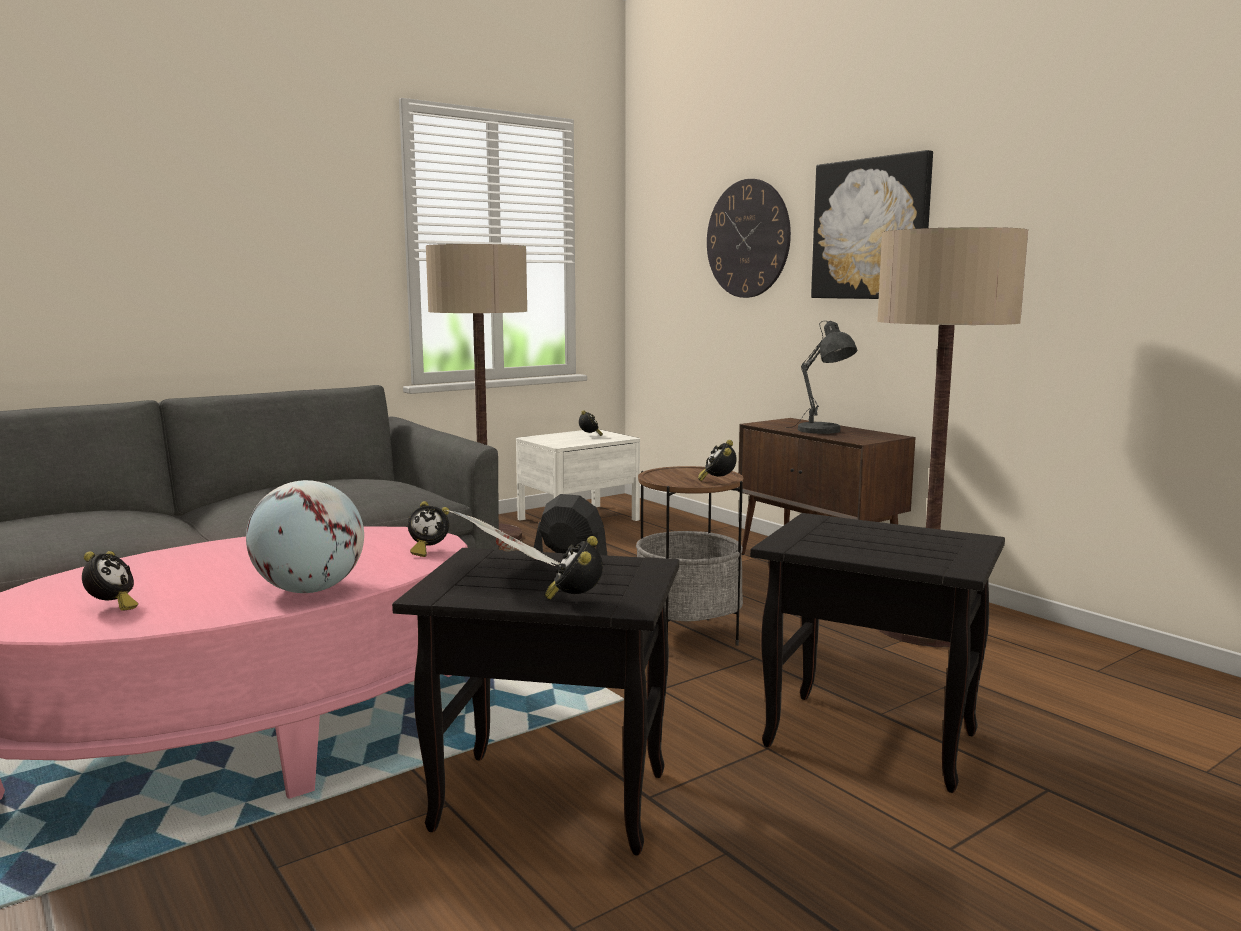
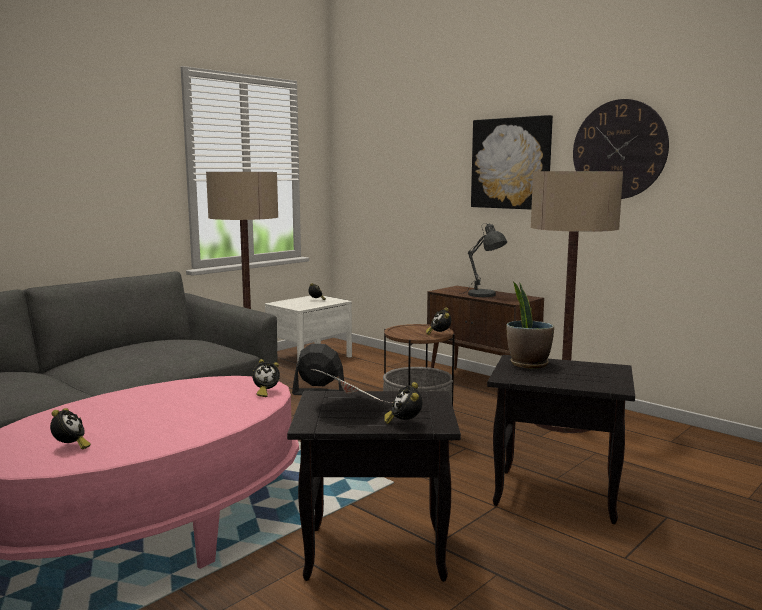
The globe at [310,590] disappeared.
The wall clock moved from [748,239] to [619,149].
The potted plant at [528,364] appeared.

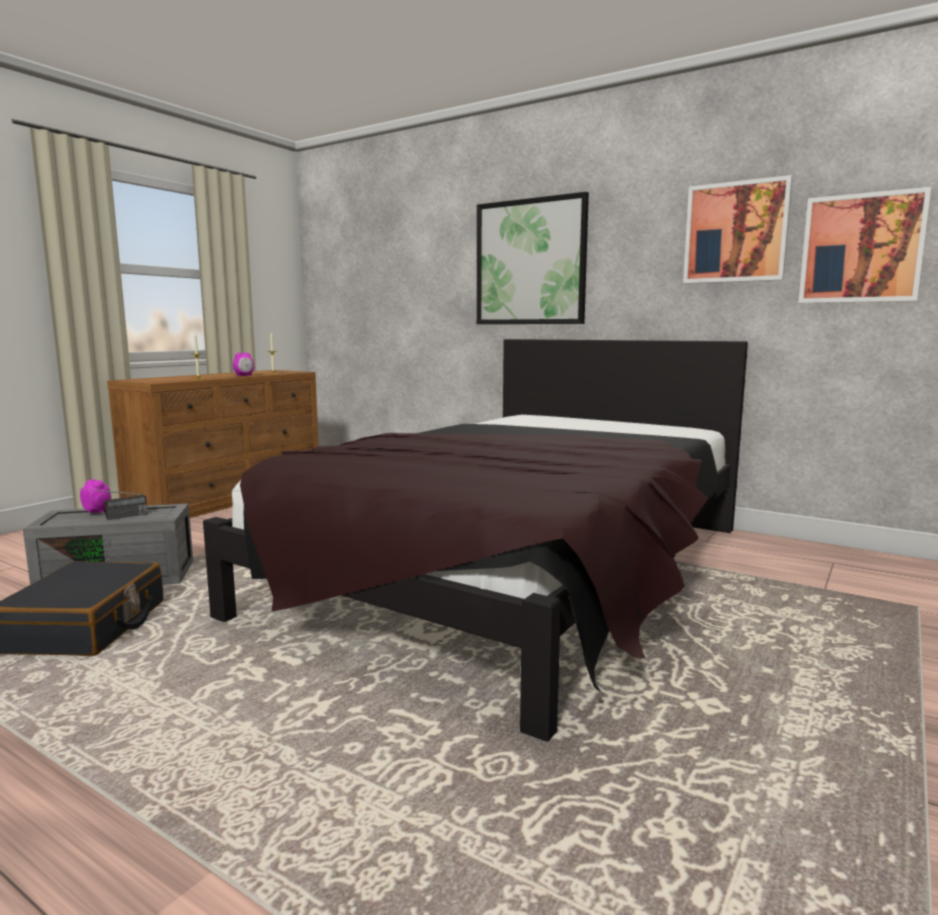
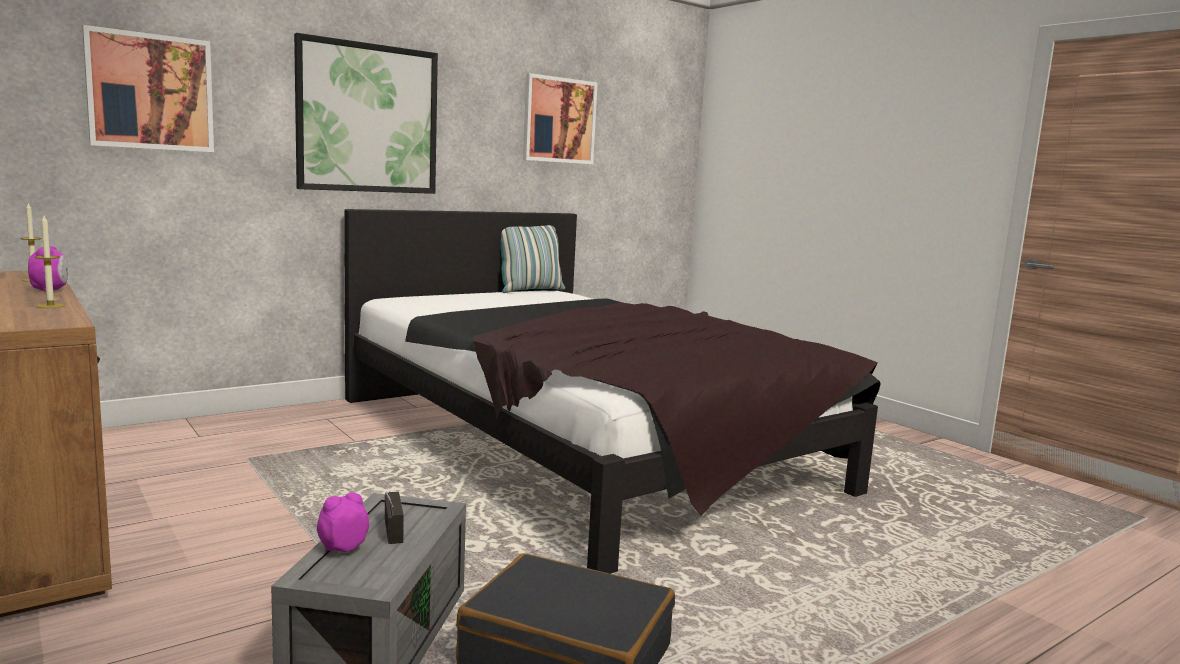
The picture moved from [861,248] to [150,92].
The pillow at [530,290] appeared.

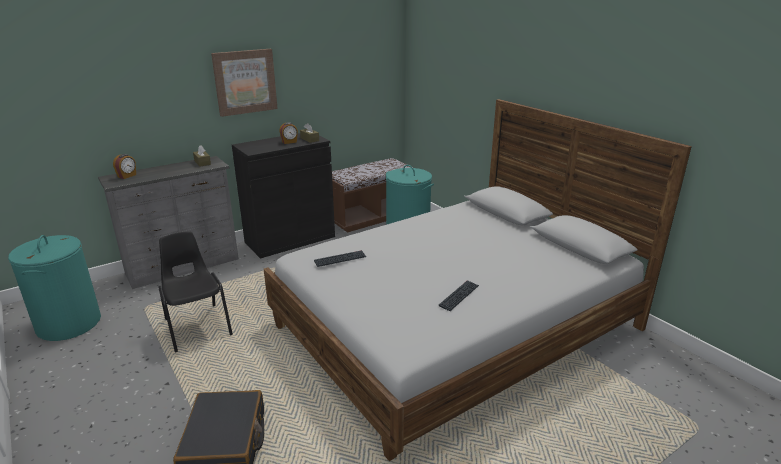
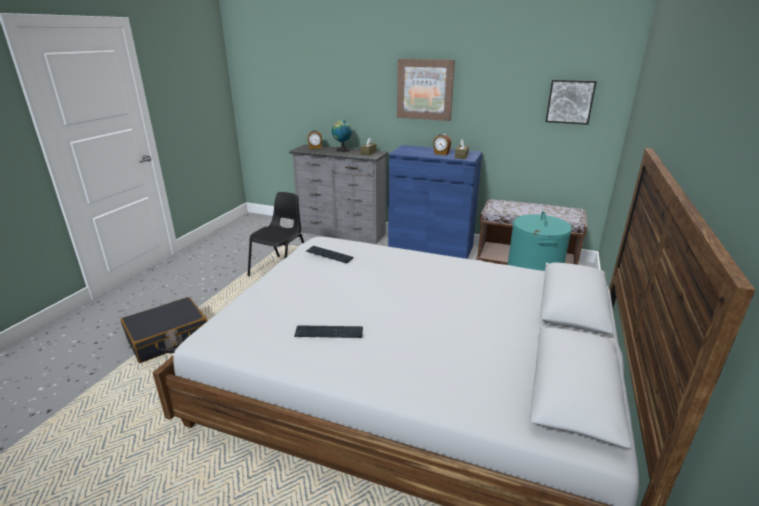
The turquoise laundry basket at [69,323] disappeared.
The black cabinet at [290,239] became the blue cabinet at [430,248].
The globe at [342,150] appeared.
The picture at [570,101] appeared.

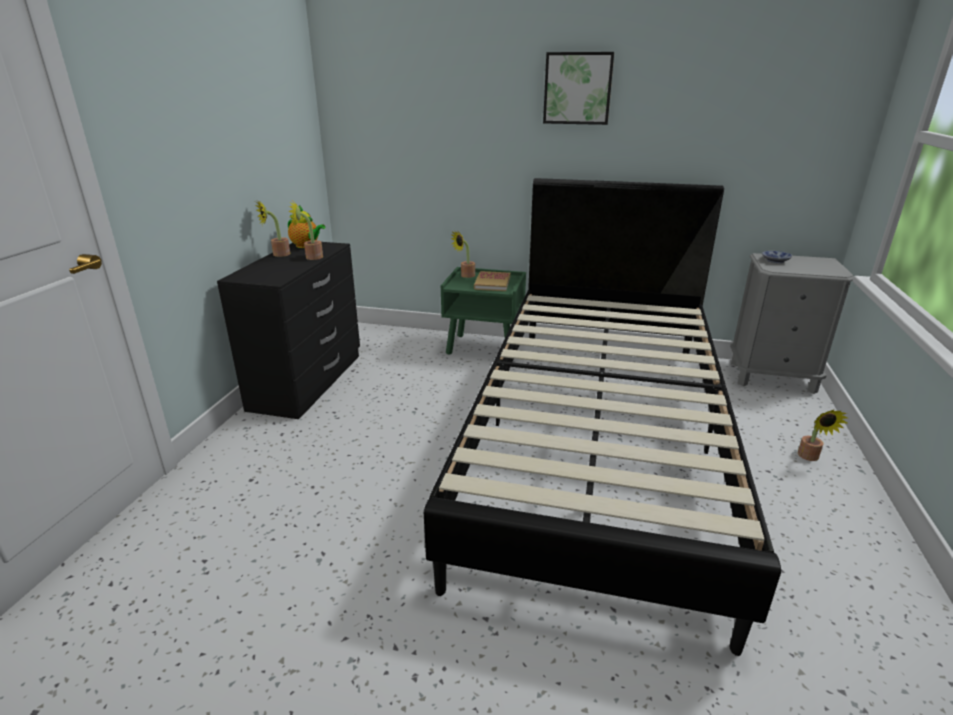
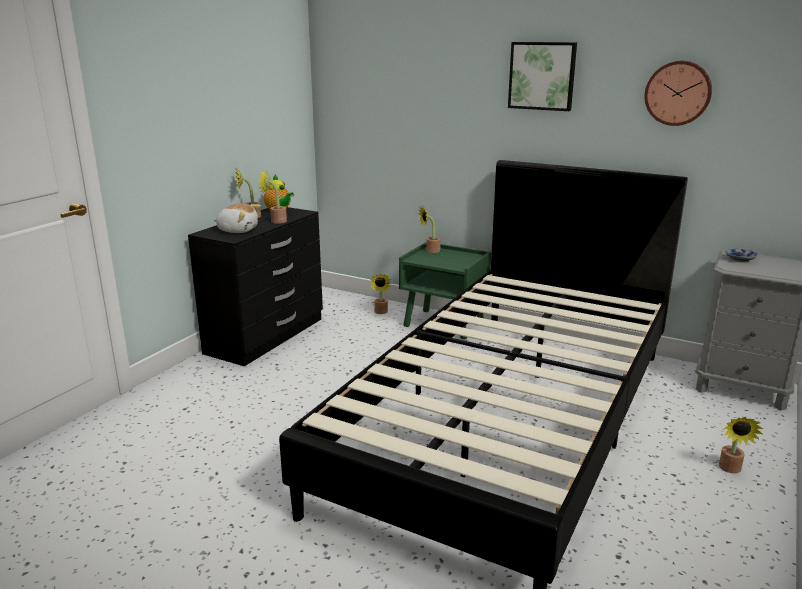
The book at [492,283] disappeared.
The plush toy at [238,230] appeared.
The potted plant at [381,312] appeared.
The wall clock at [678,93] appeared.

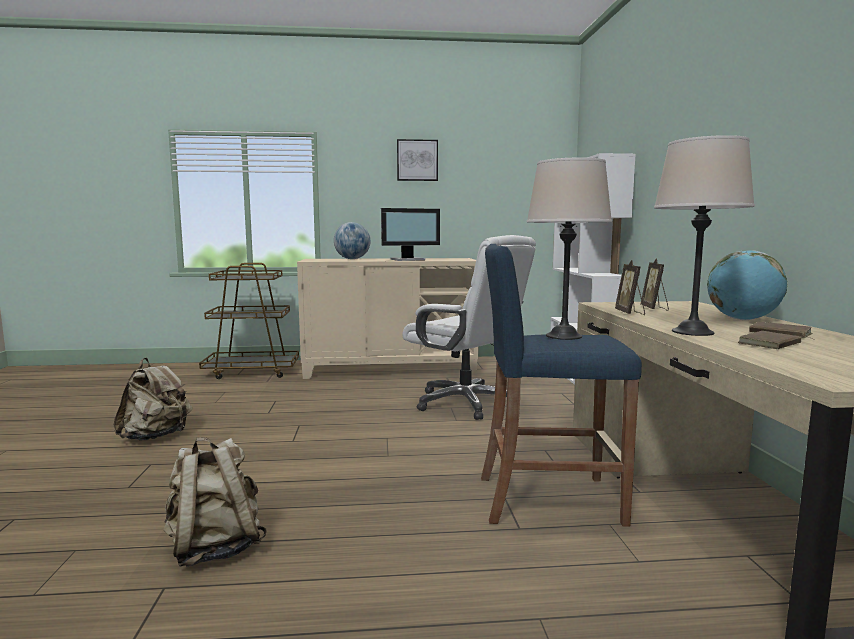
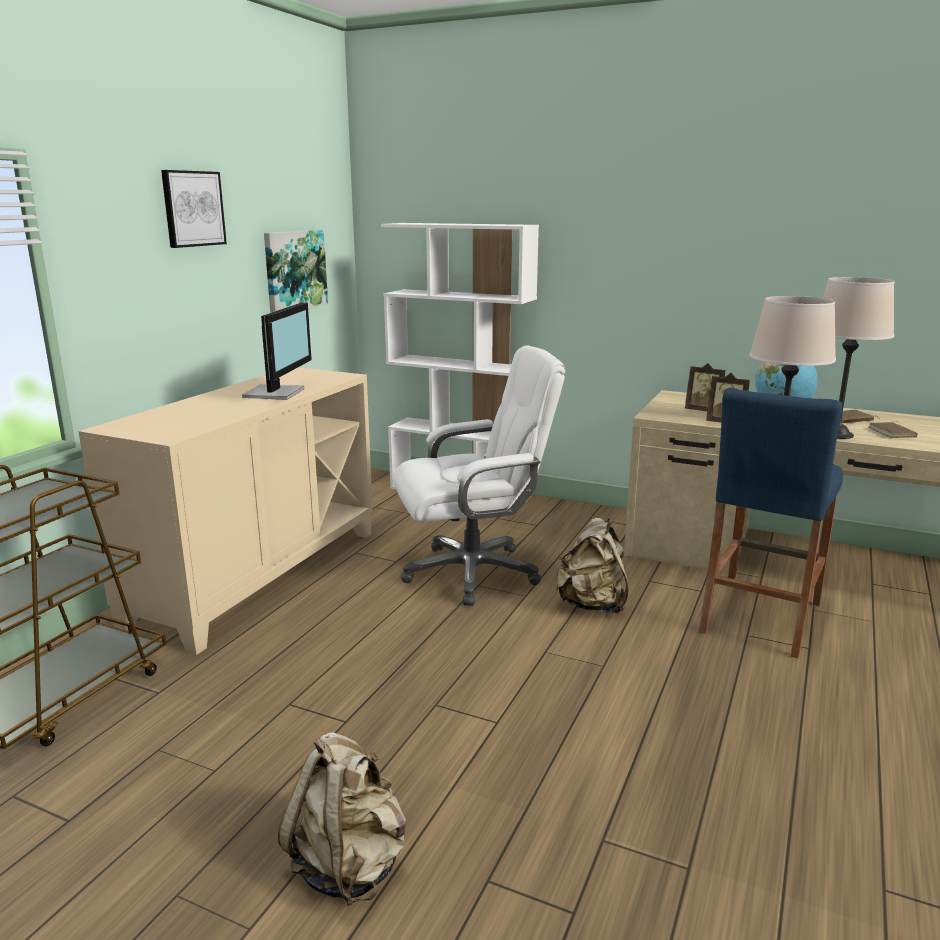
The beige backpack moved from [215,548] to [592,605].
The globe at [352,259] disappeared.
The picture at [294,270] appeared.

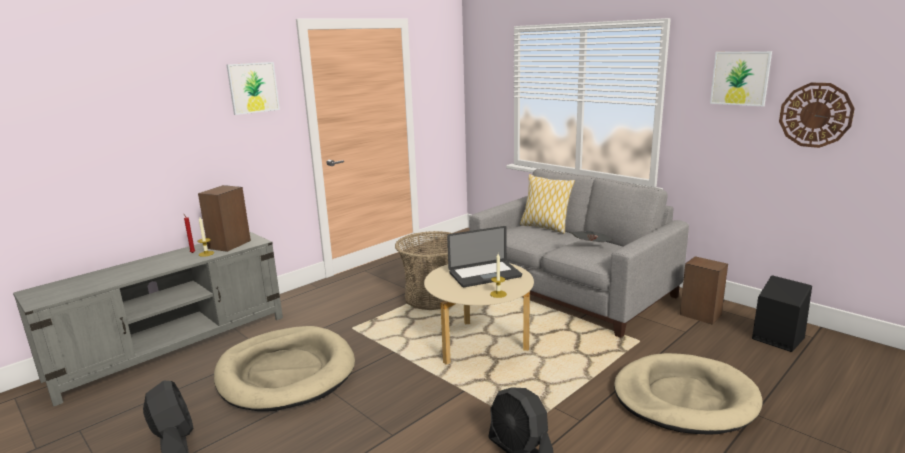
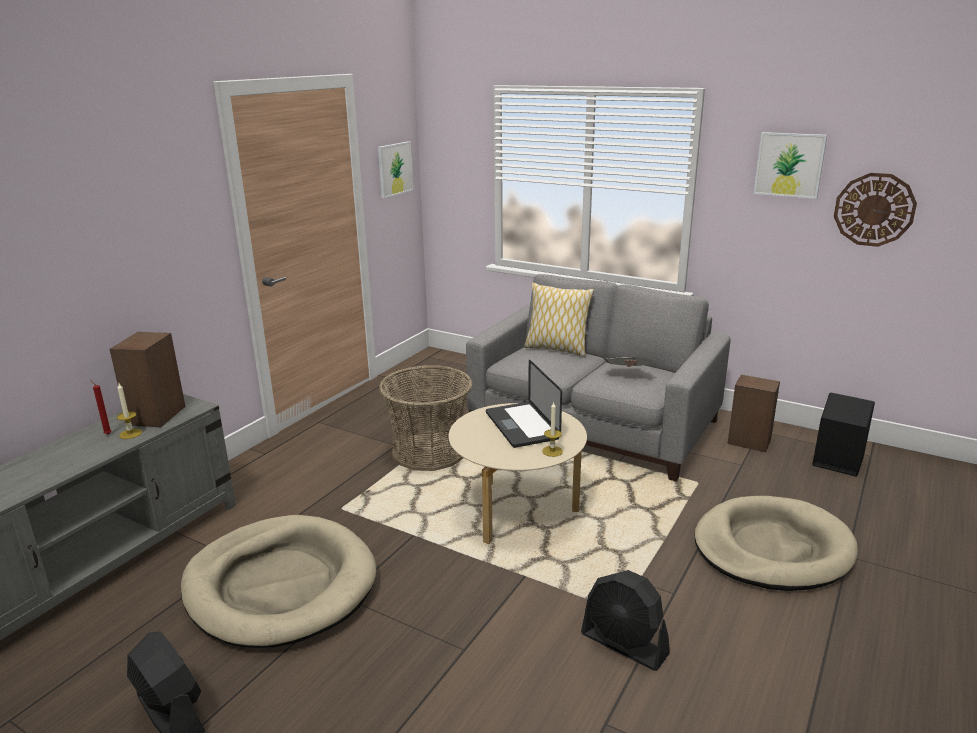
The picture moved from [253,87] to [395,169].
The laptop at [485,275] turned 105 degrees clockwise.

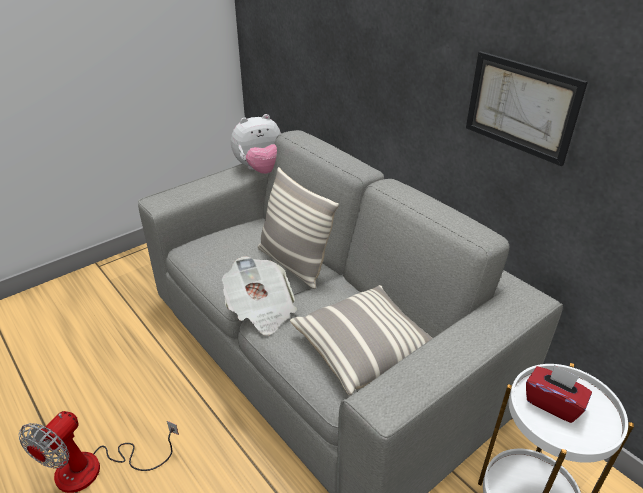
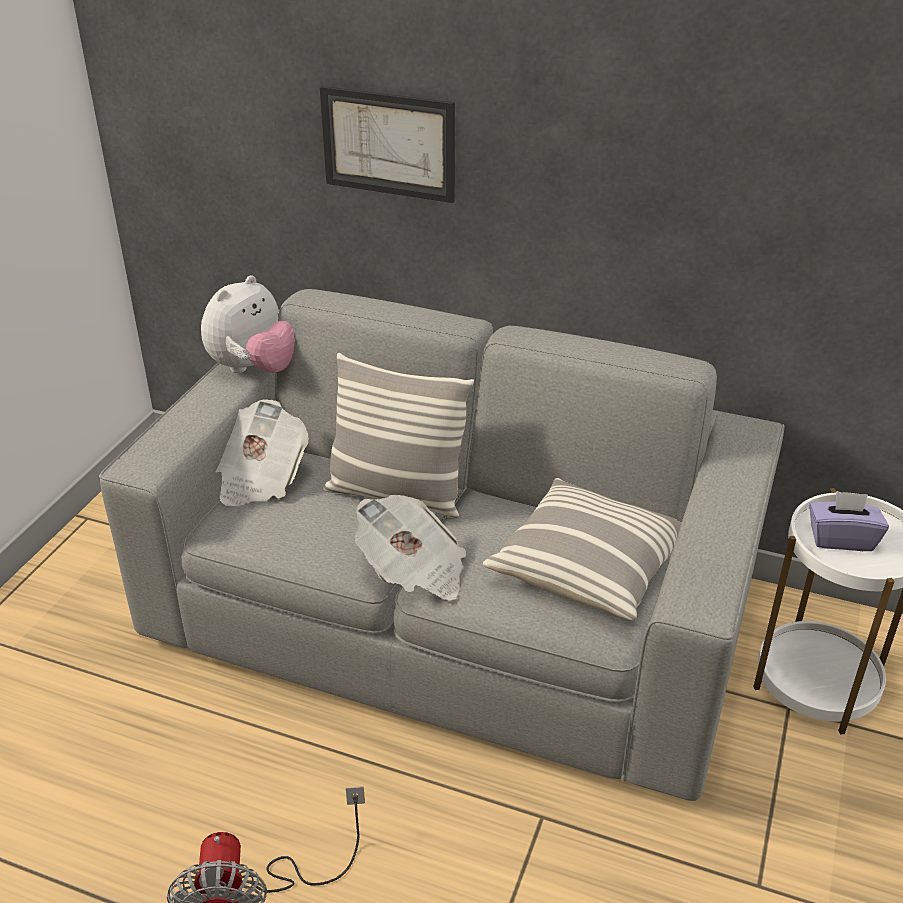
The picture moved from [521,106] to [388,143].
The red tissue box at [553,403] became the purple tissue box at [841,539].
The newspaper at [258,477] appeared.

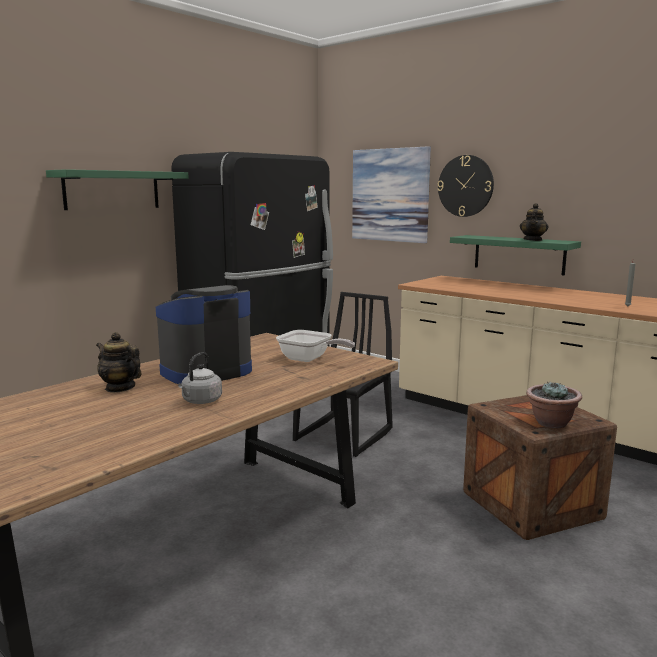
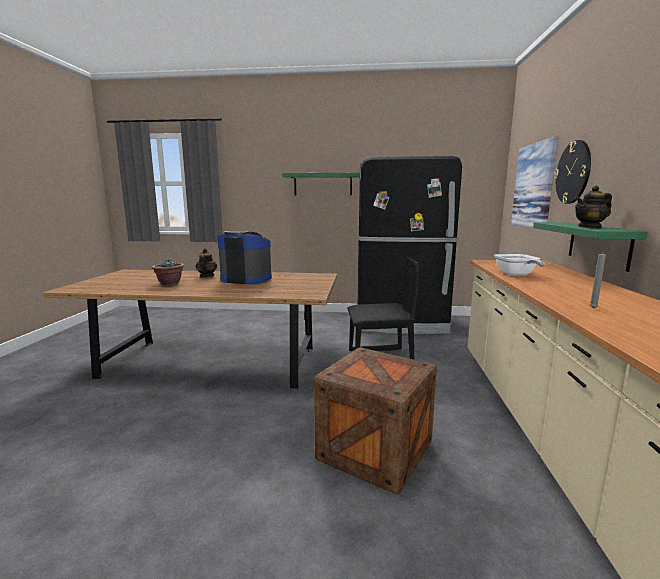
The grey kettle at [200,401] disappeared.
The frying pan moved from [309,359] to [516,274].
The potted plant moved from [551,423] to [169,283].

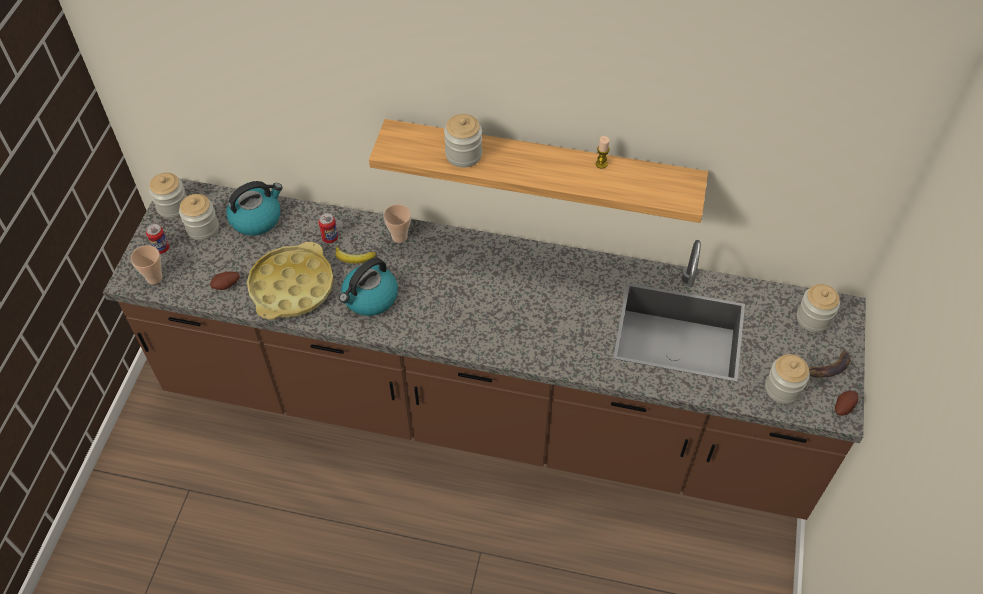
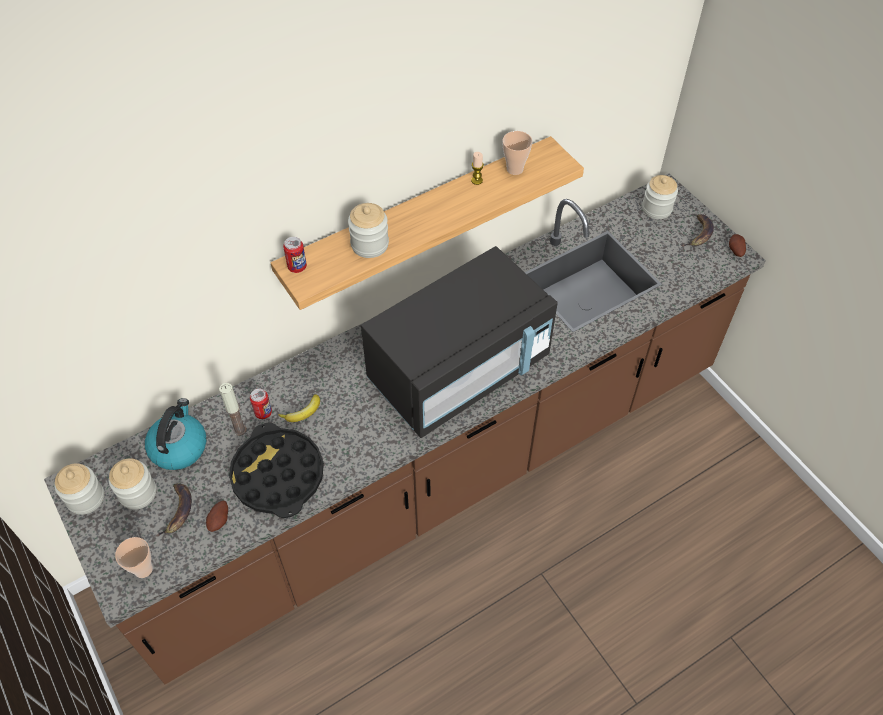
The can moved from [161,248] to [297,267].
The yellow tray at [291,286] became the black tray at [278,475].
The kettle at [370,298] disappeared.
The cup moved from [399,236] to [515,169].
The jar at [782,389] disappeared.
The banana at [178,511] appeared.
The candle at [239,430] appeared.
The black microwave at [459,370] appeared.

